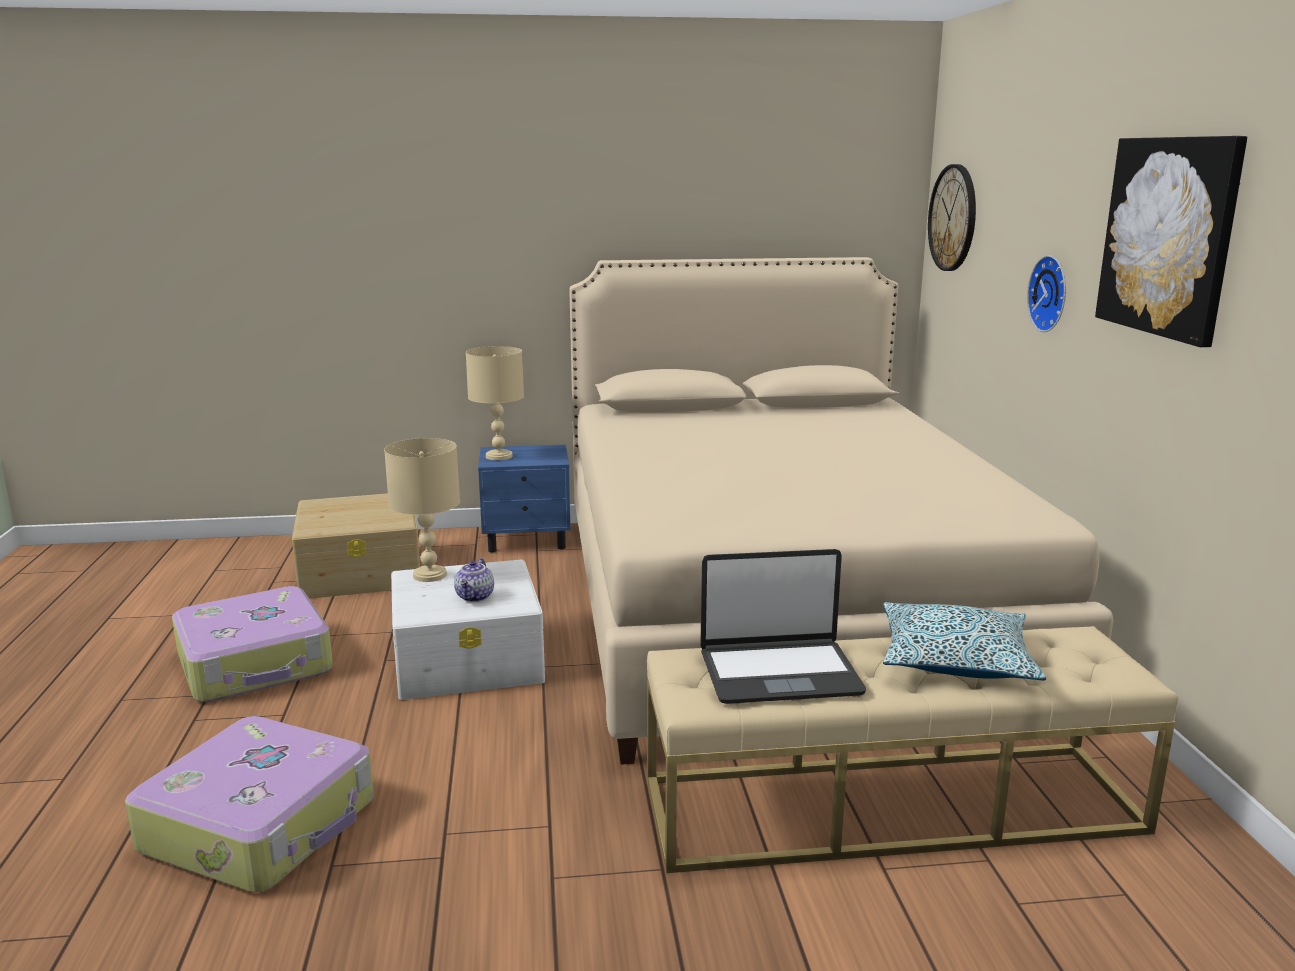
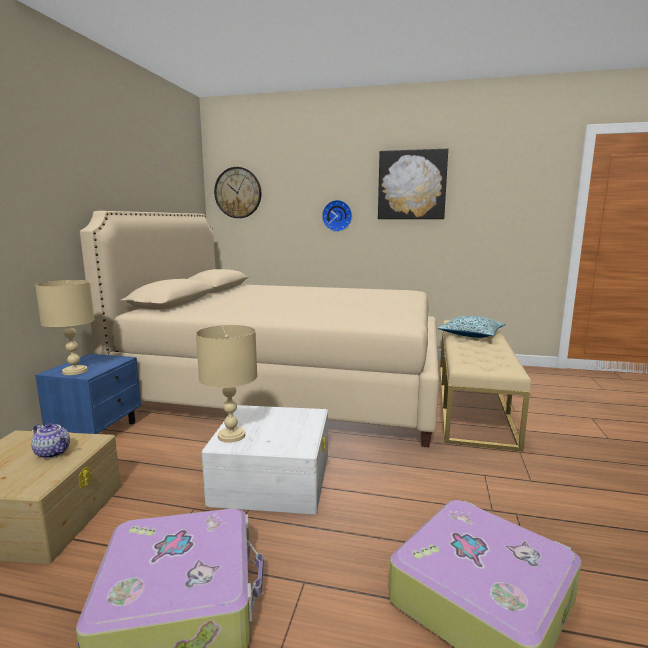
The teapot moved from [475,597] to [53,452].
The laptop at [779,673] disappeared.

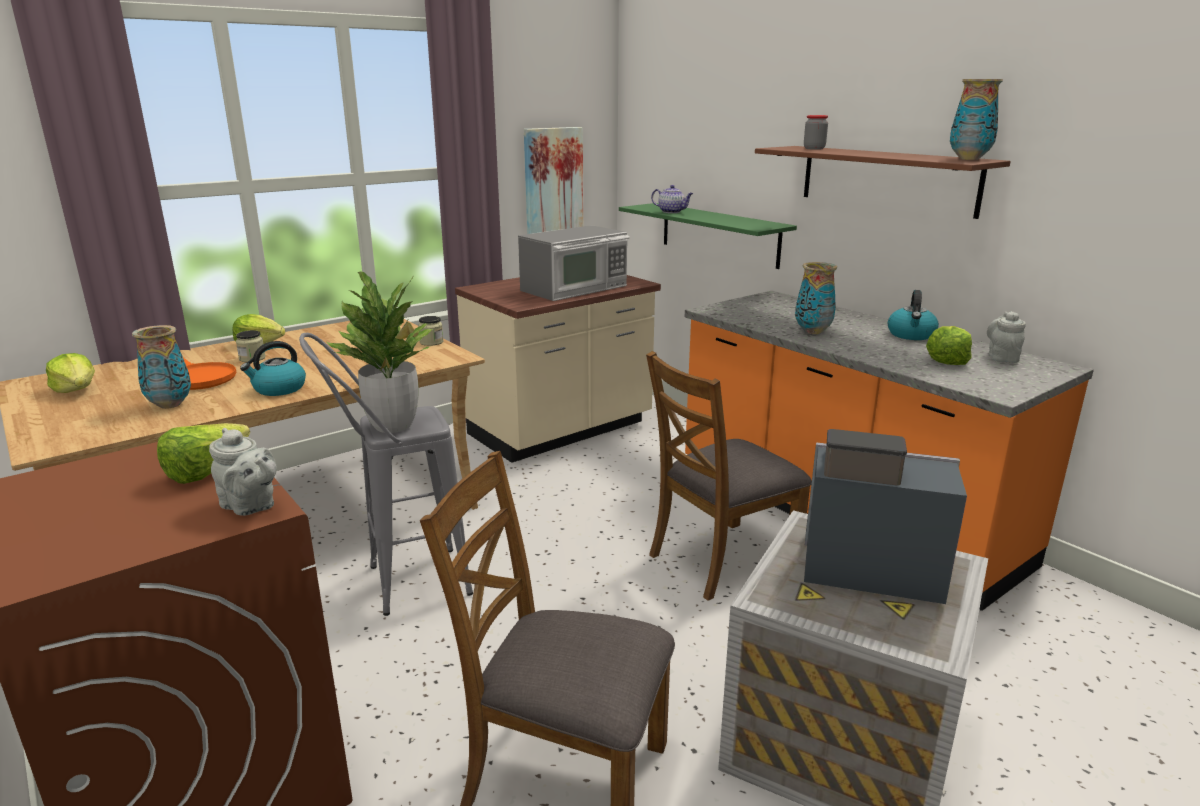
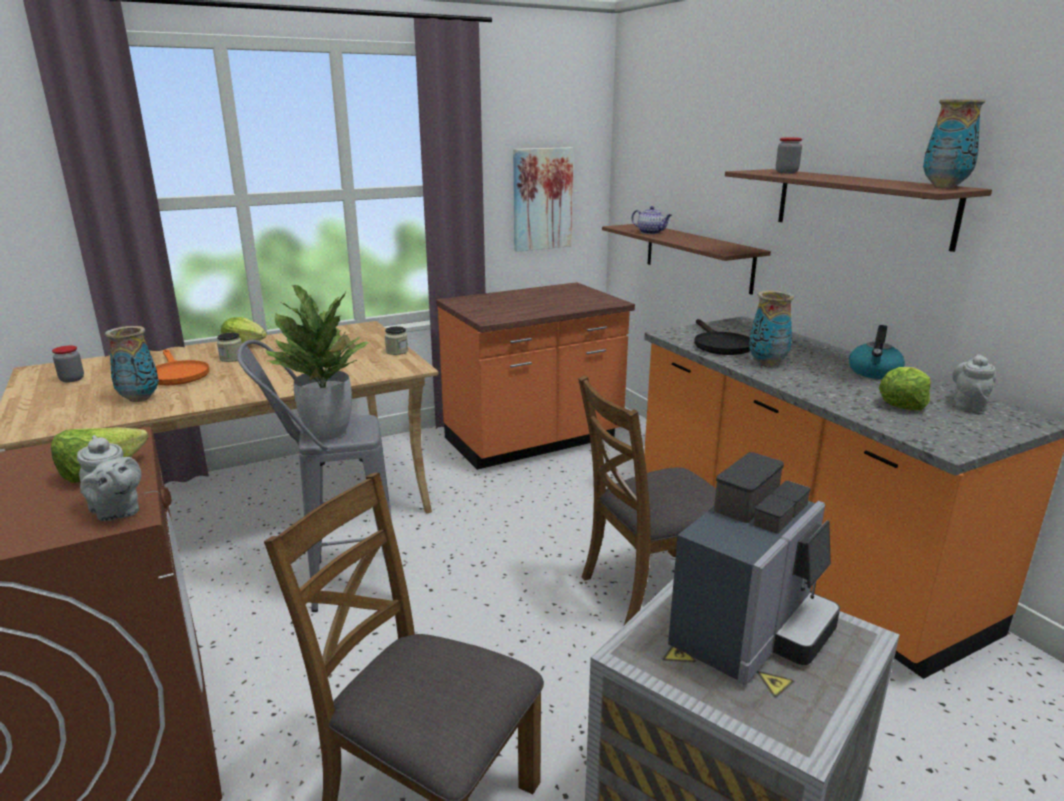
The lettuce at [76,390] was replaced by the jar at [72,379].
The kettle at [278,389] disappeared.
The beige counter at [561,430] became the orange counter at [534,440].
The microwave at [575,288] disappeared.
The green shelf at [719,234] became the brown shelf at [697,256].
The coffee machine at [864,569] turned 105 degrees clockwise.
The black frying pan at [719,344] appeared.

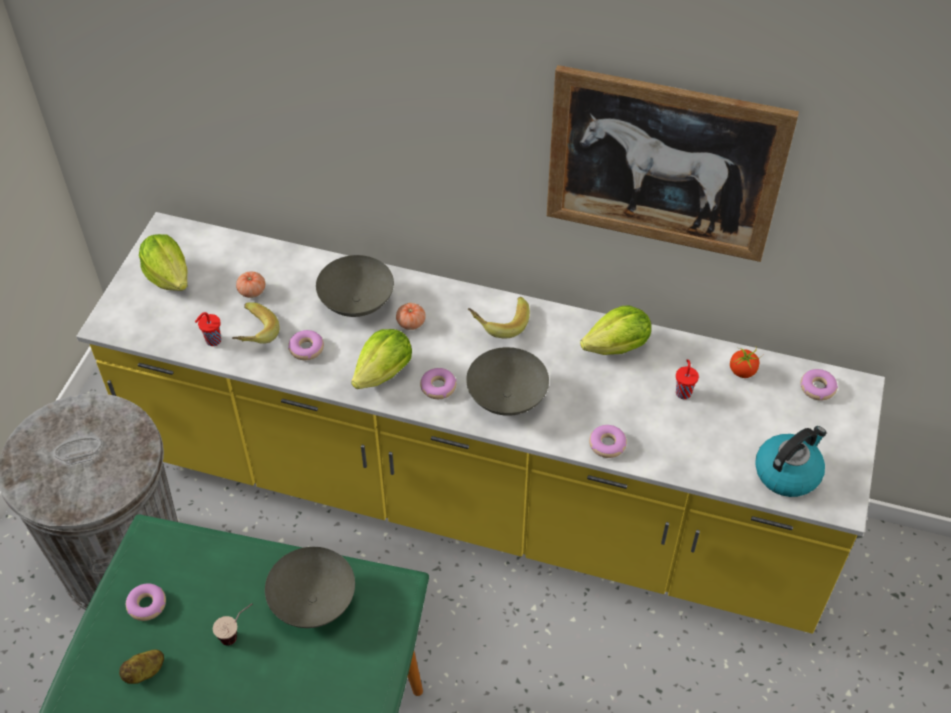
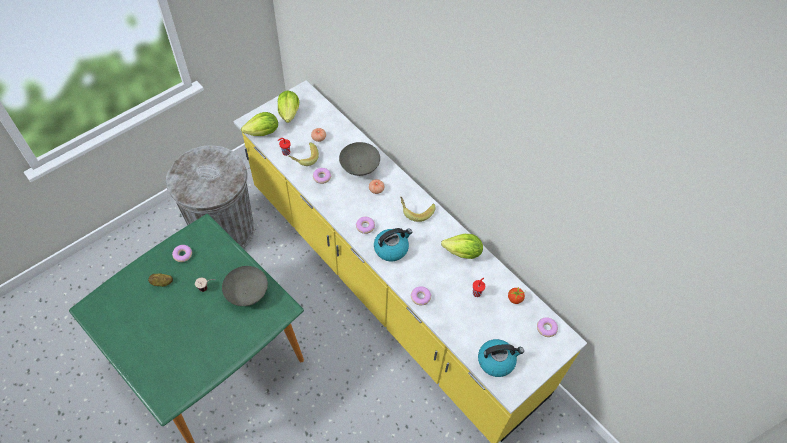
The lettuce moved from [384,373] to [263,132].
The grey bowl at [505,397] was replaced by the kettle at [391,248].
The picture at [664,164] disappeared.

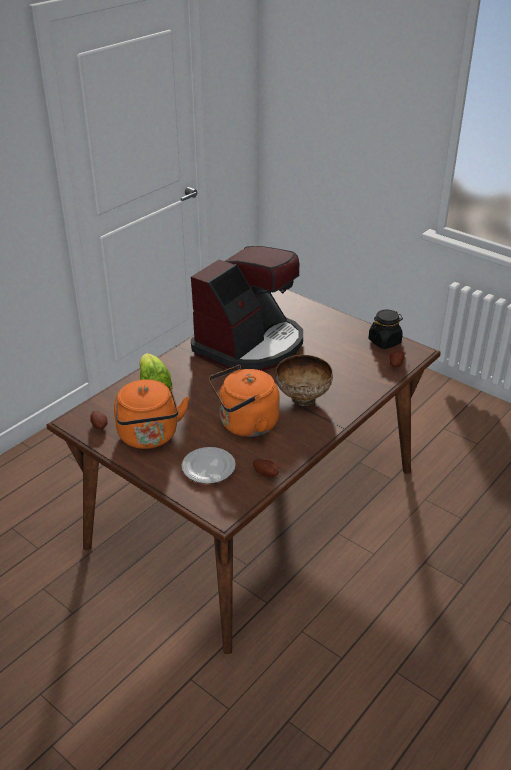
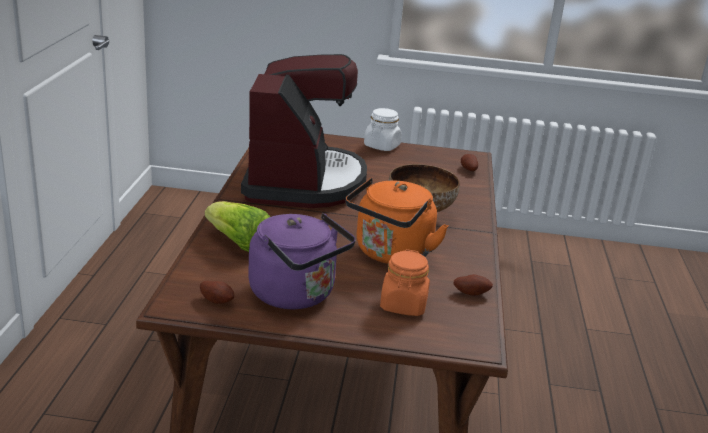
The orange kettle at [149,437] became the purple kettle at [296,295].
The plate at [208,467] was replaced by the orange jar at [403,305].
The black jar at [384,341] disappeared.
The white jar at [382,146] appeared.

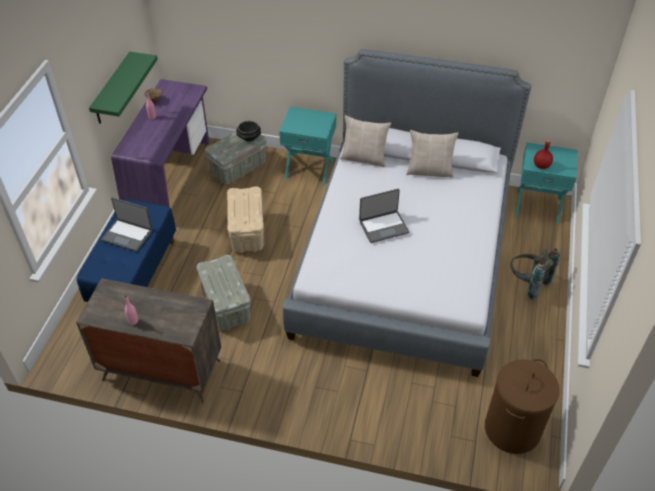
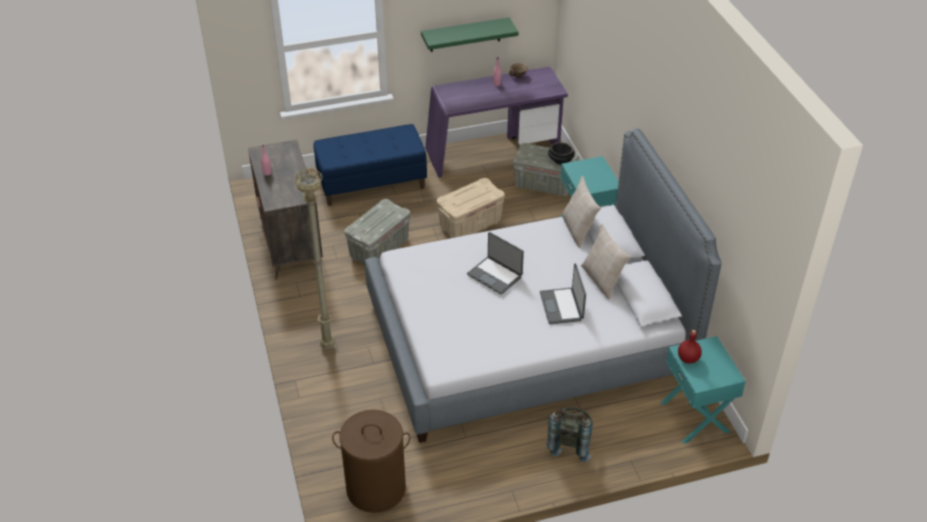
The laptop moved from [128,235] to [562,306].
The beige floor lamp at [328,346] appeared.

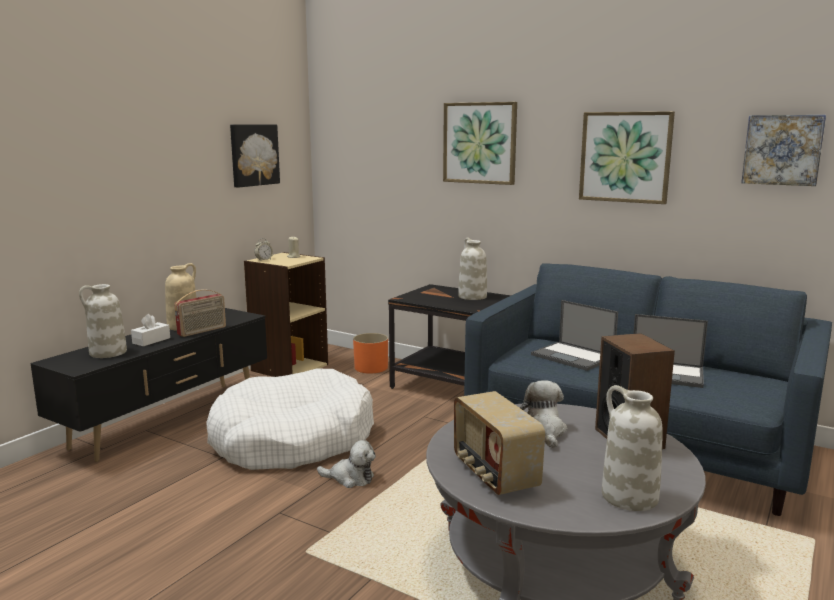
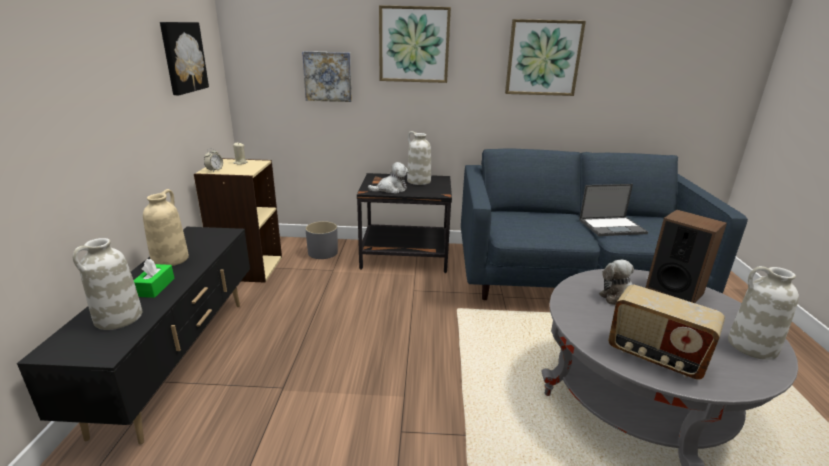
The white tissue box at [151,340] became the green tissue box at [155,287].
The radio at [202,331] disappeared.
The white dog bed at [292,439] disappeared.
The plush toy moved from [350,478] to [391,189].
The orange planter at [370,368] became the grey planter at [322,252].
The laptop at [573,356] disappeared.
The picture moved from [782,150] to [328,76].

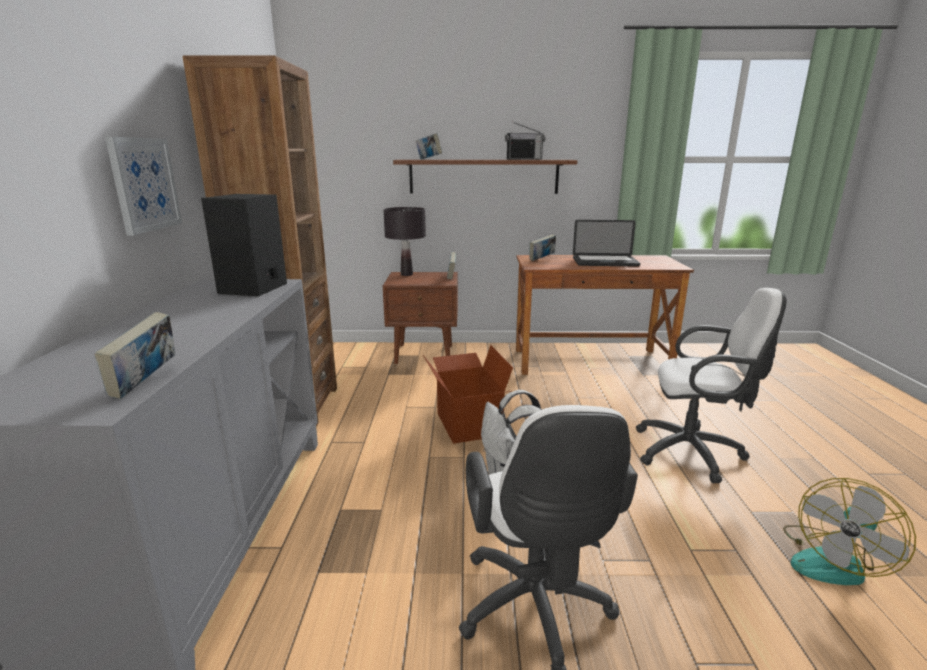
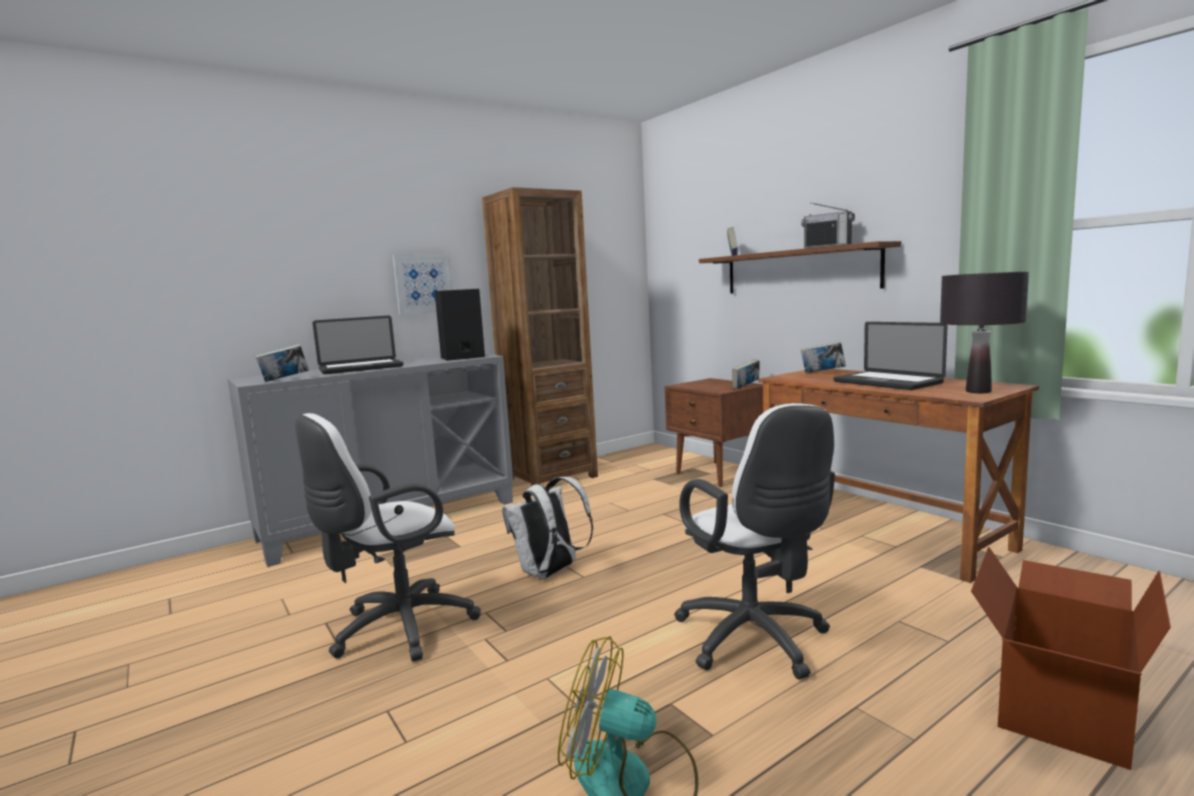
The black table lamp moved from [407,274] to [978,391].
The cardboard box moved from [467,424] to [1059,710].
The laptop at [361,368] appeared.

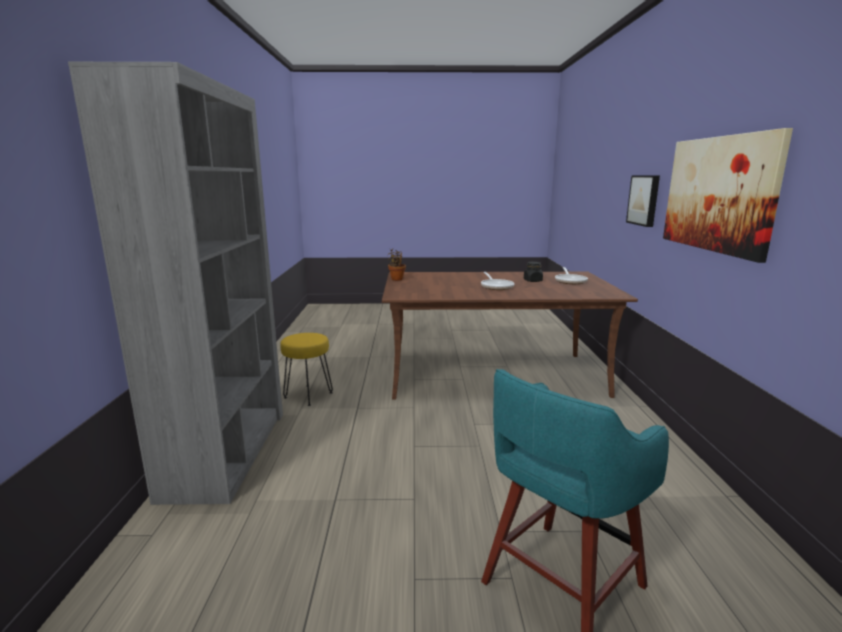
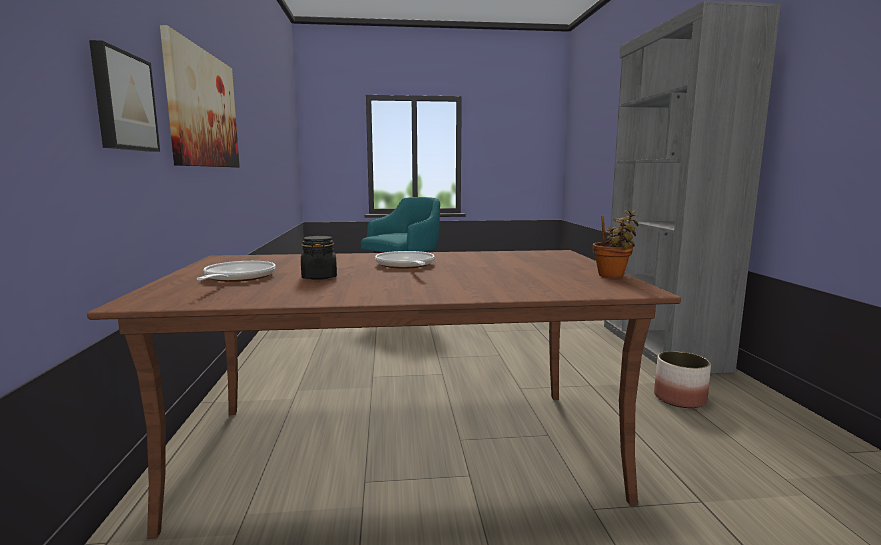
The yellow stool at [308,395] was replaced by the planter at [680,399].

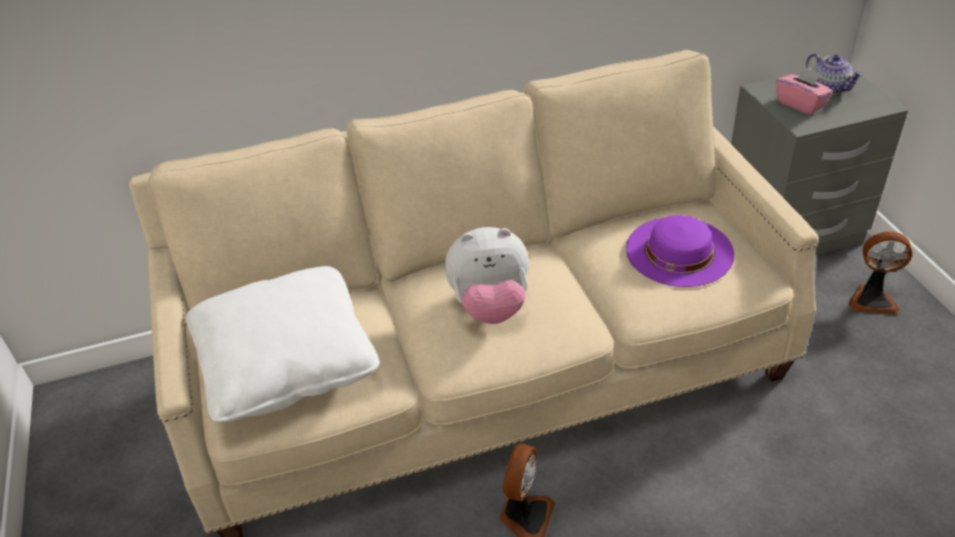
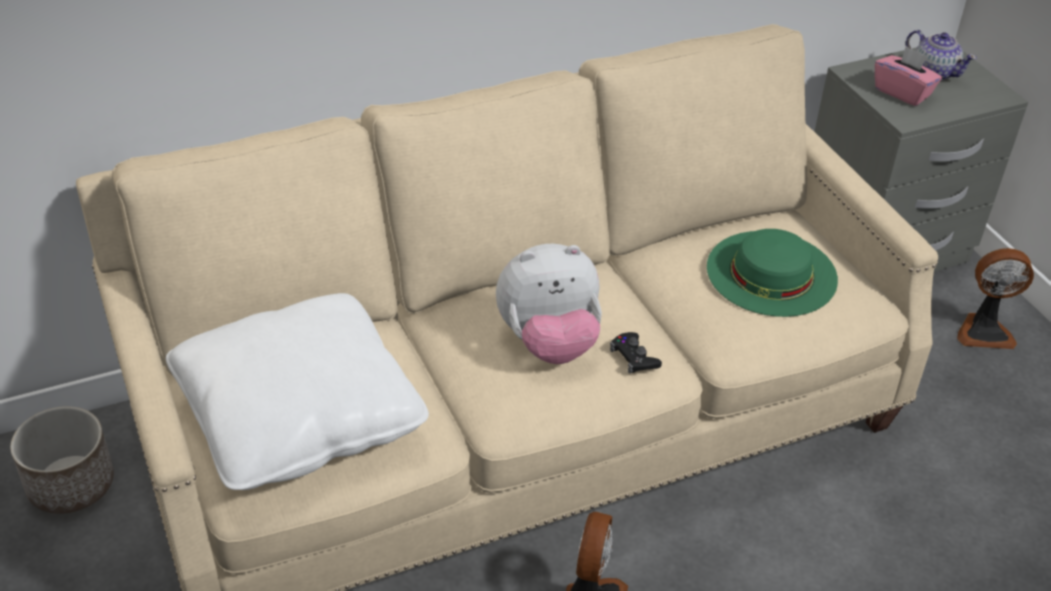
The purple hat at [679,251] became the green hat at [771,273].
The planter at [71,484] appeared.
The black game controller at [634,357] appeared.

